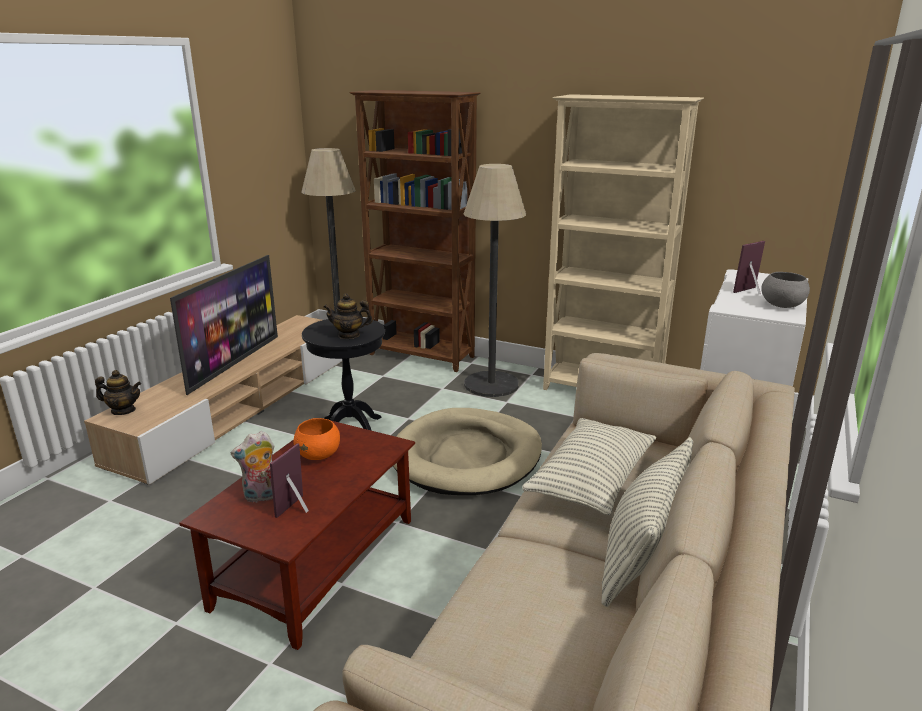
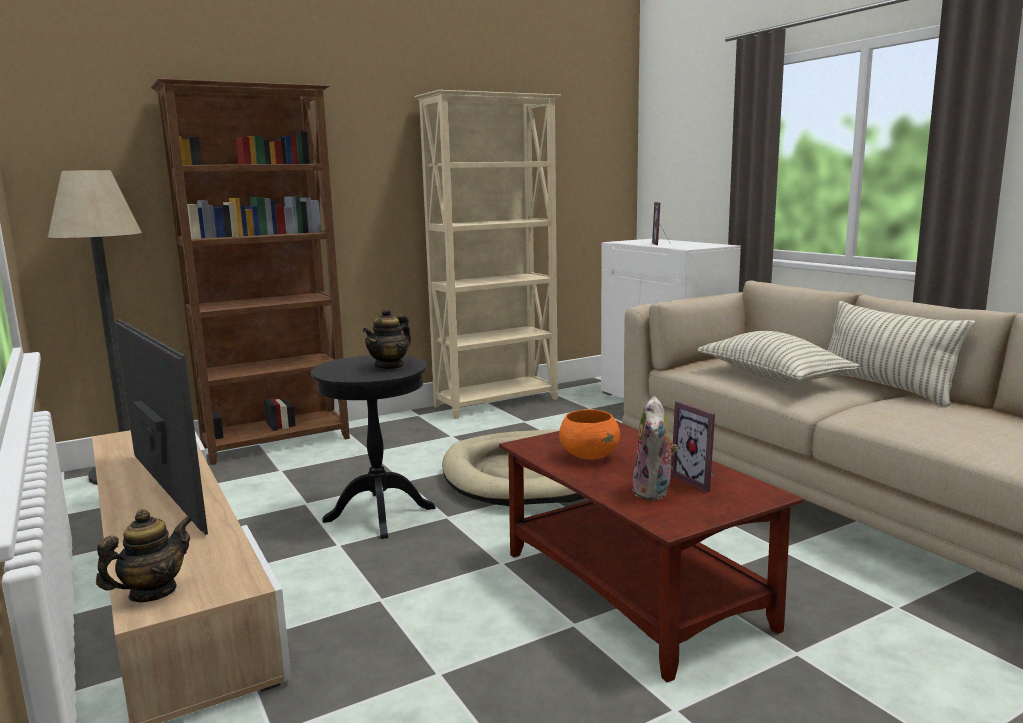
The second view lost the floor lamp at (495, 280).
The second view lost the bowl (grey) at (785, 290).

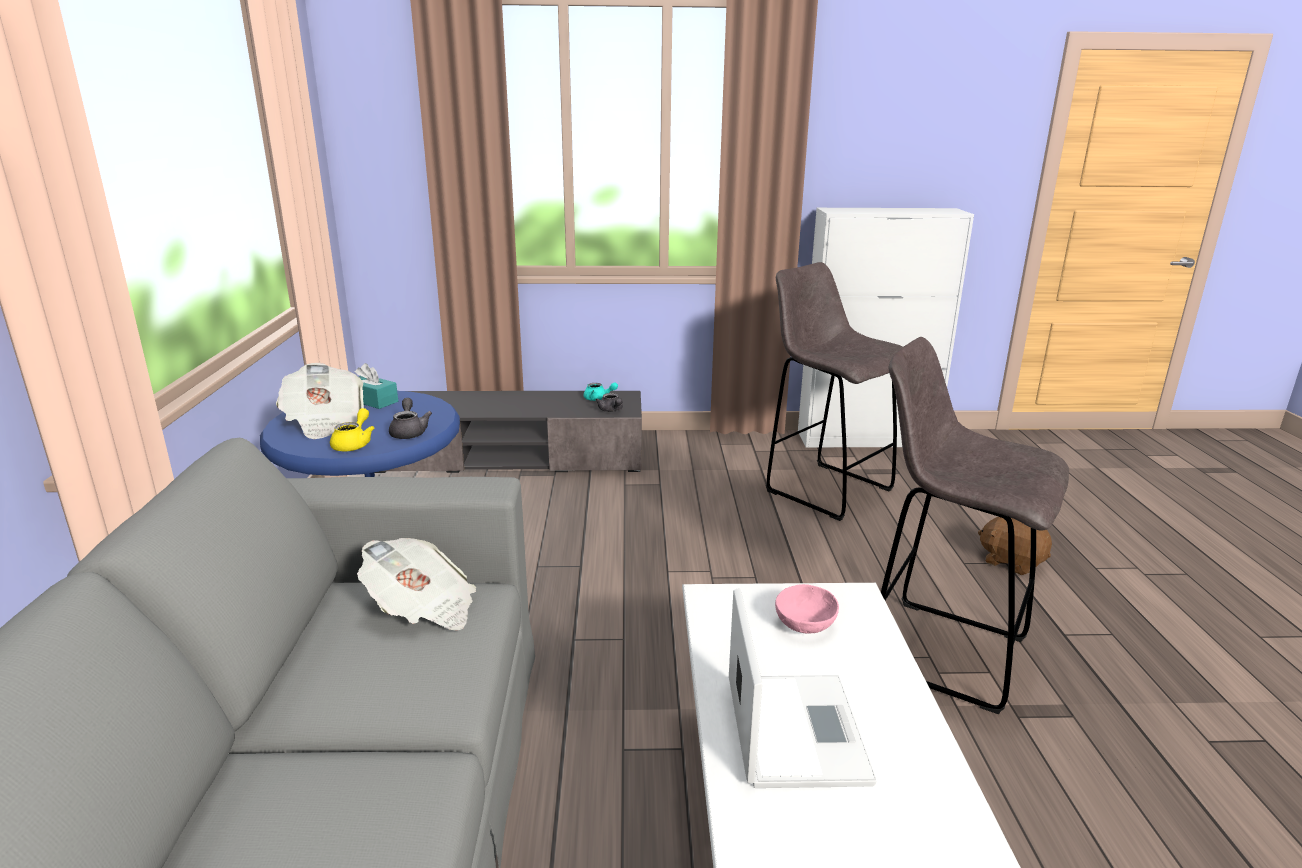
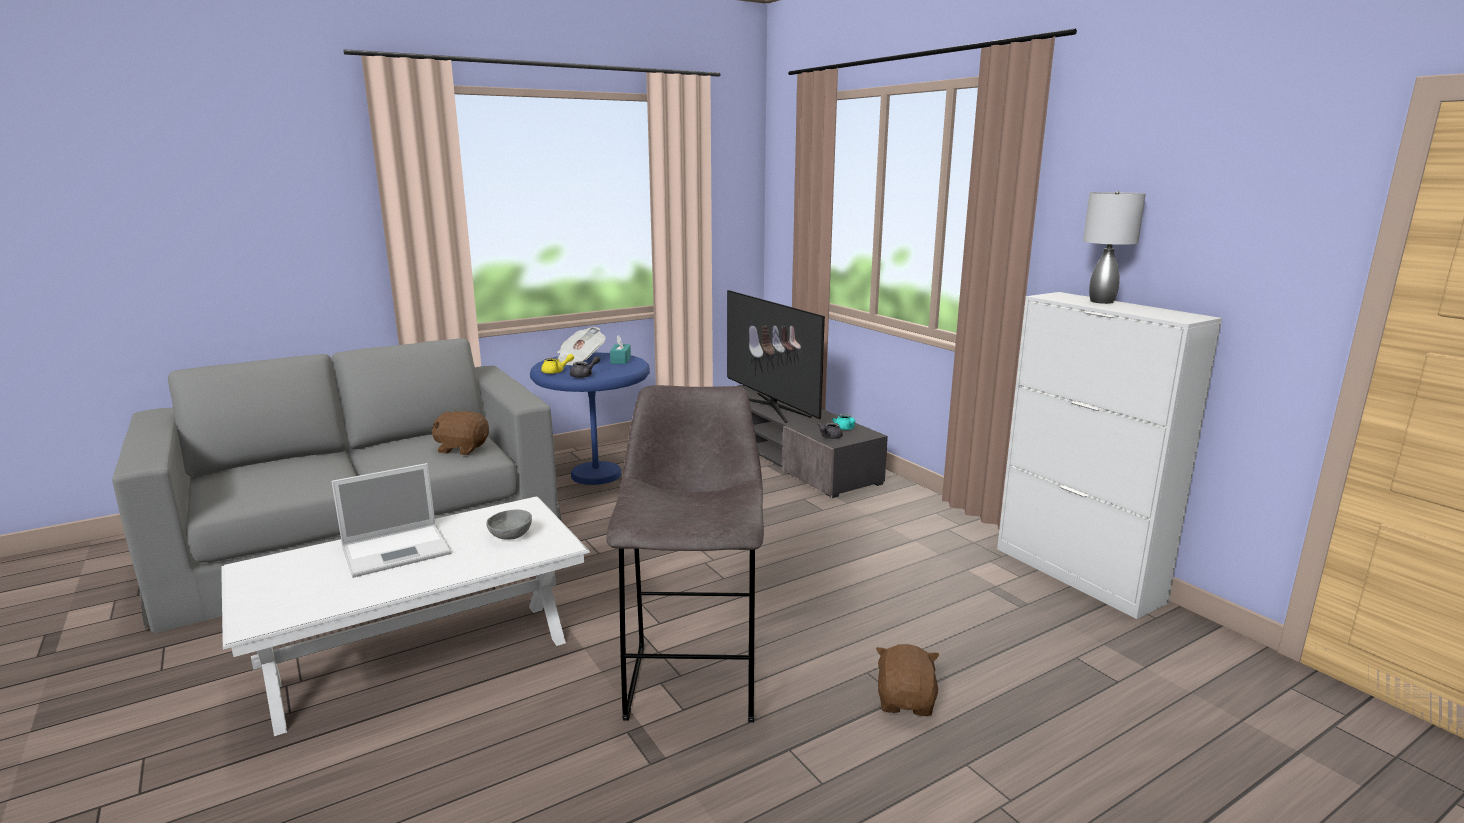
The second view lost the stool (grey) at (834, 391).
The second view gained the television at (776, 356).
The second view gained the table lamp (grey) at (1114, 247).
Where the newspaper stood at (416, 584), the plush toy (brown) came to stand at (460, 433).
What was the bowl (pink) at (807, 608) turned into the bowl (grey) at (509, 525).

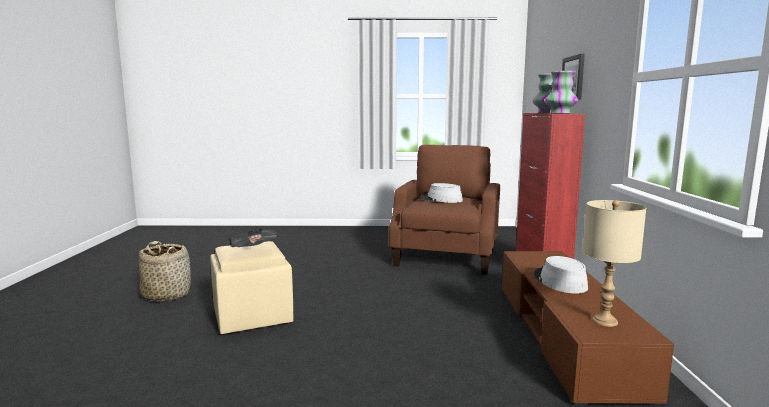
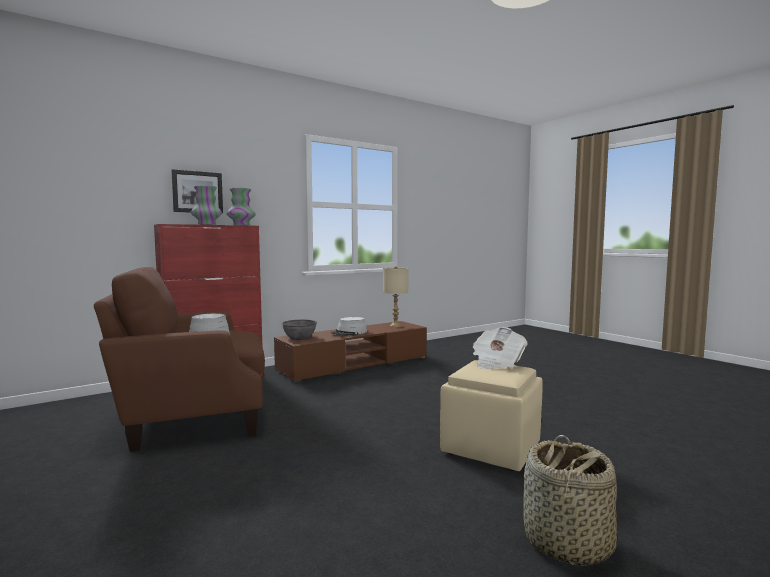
The second view gained the bowl (grey) at (299, 330).

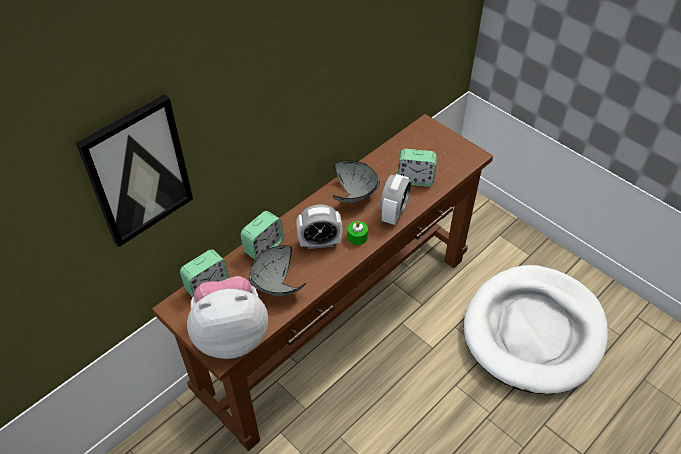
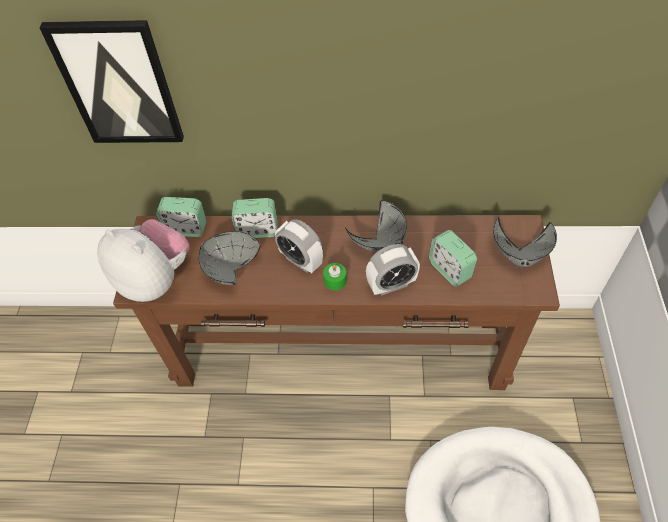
The second view gained the bowl (grey) at (525, 242).

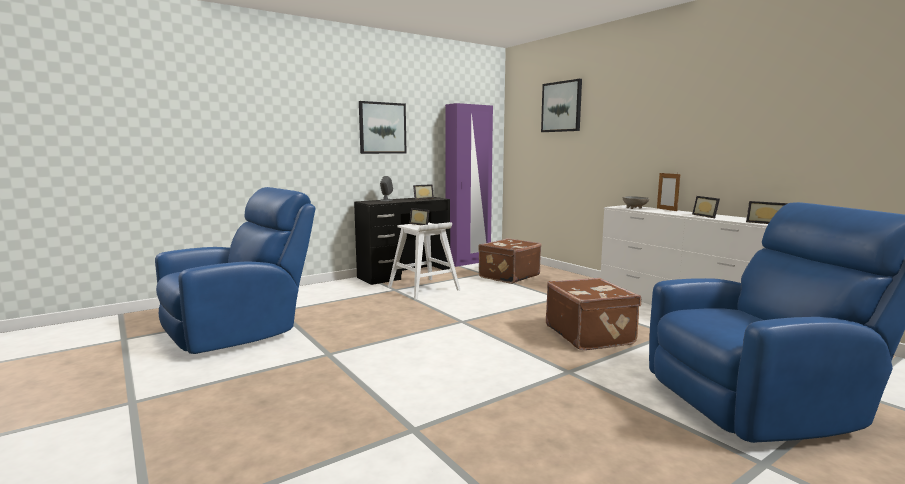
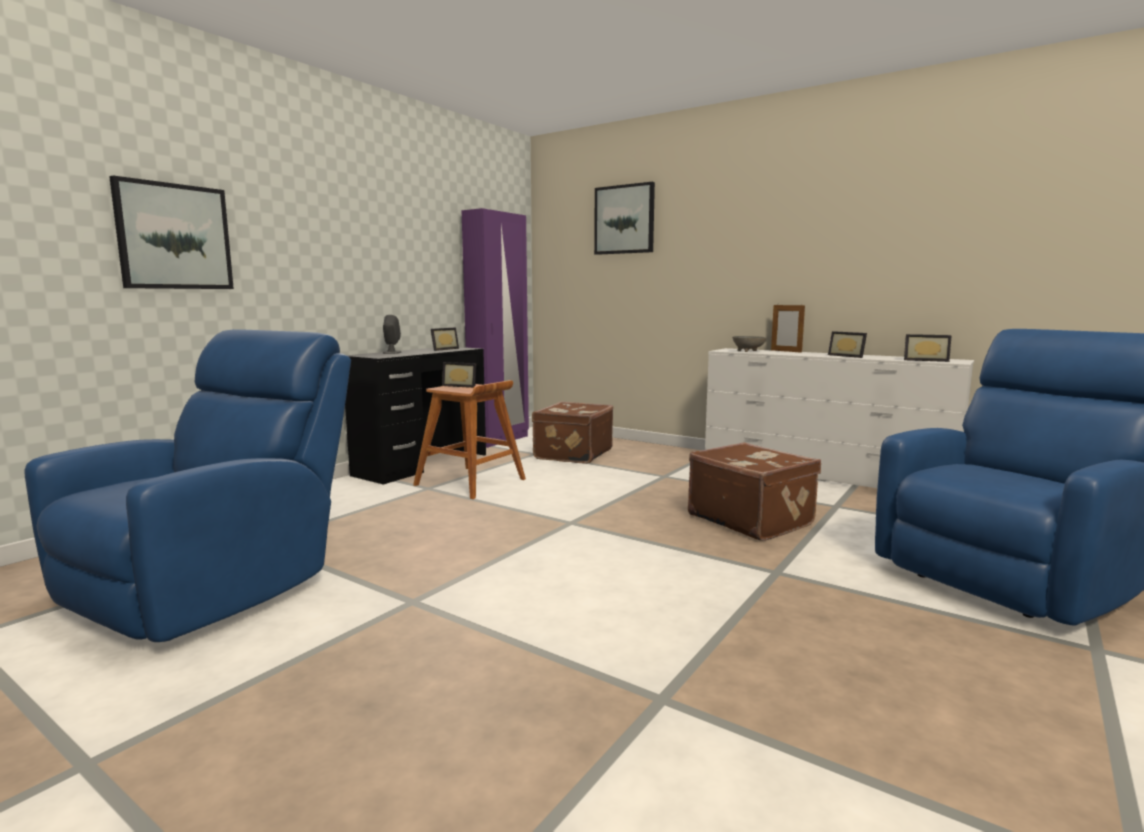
The picture ended up elsewhere, having gone from (382, 127) to (171, 232).
What was the stool (white) at (424, 261) turned into the stool (brown) at (469, 439).

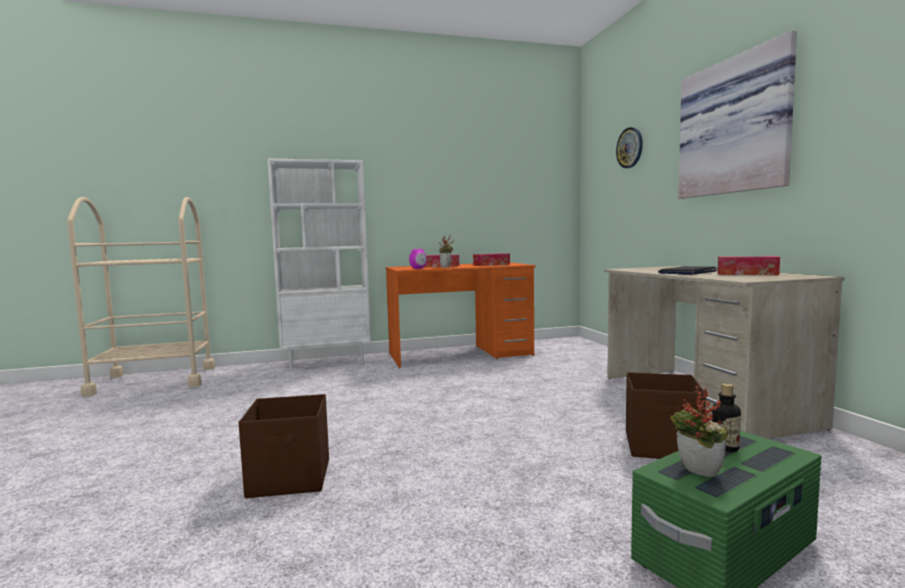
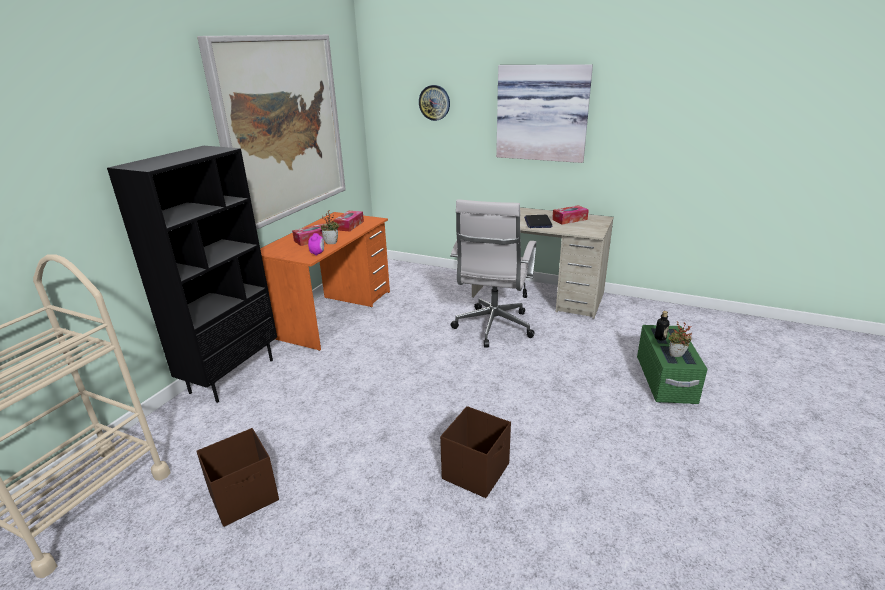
The second view gained the picture at (271, 132).
The second view gained the office chair (white) at (493, 273).
The storage box (brown) ended up elsewhere, having gone from (666, 415) to (237, 477).
What was the bookcase (white) at (319, 264) turned into the bookcase (black) at (192, 274).

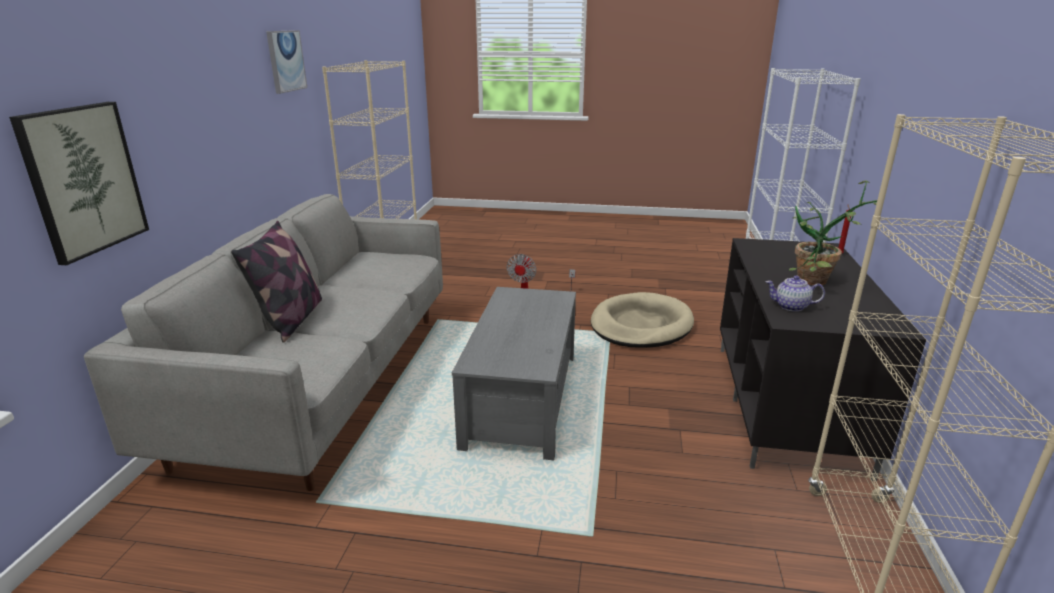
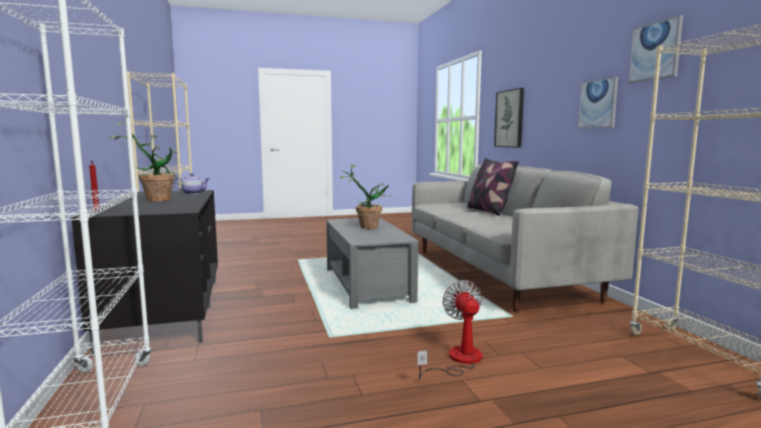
The second view lost the dog bed (beige) at (642, 320).
The second view gained the potted plant at (365, 197).
The second view gained the picture at (598, 103).

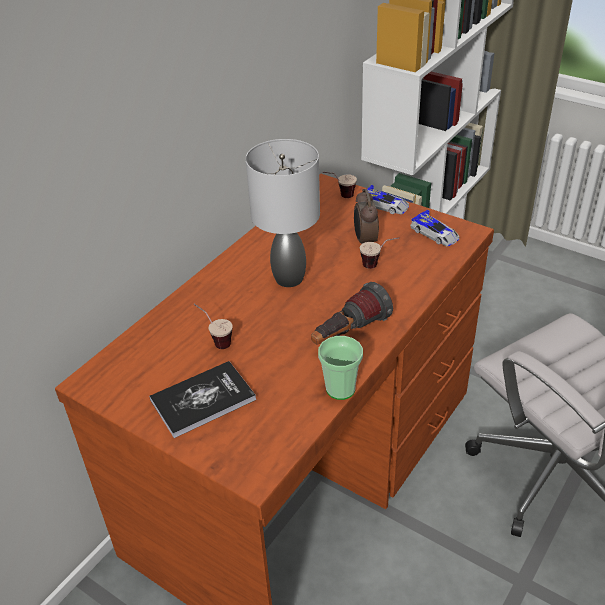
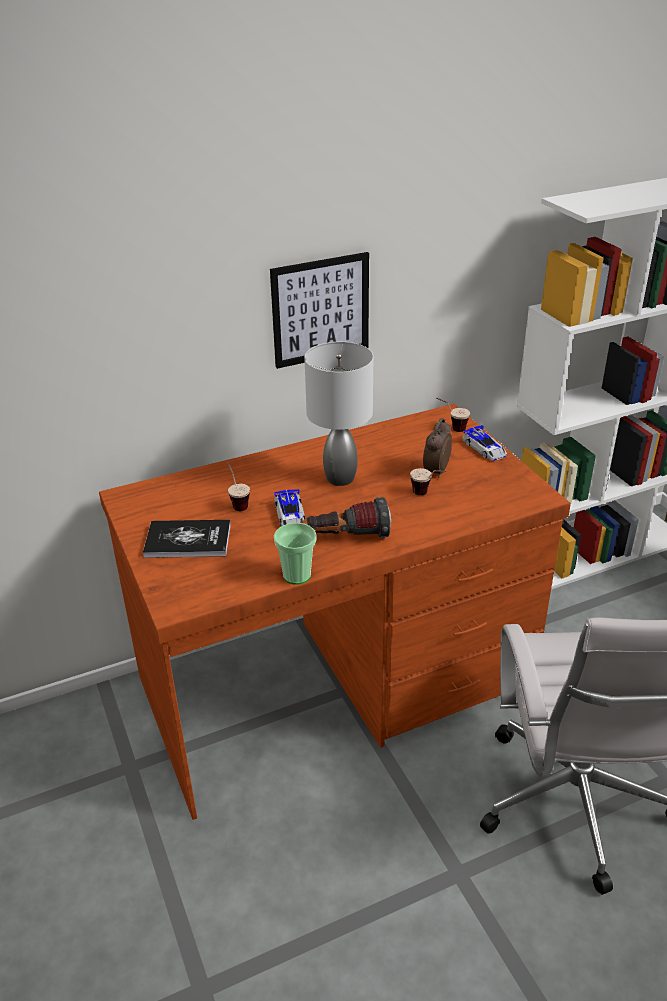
The second view gained the picture at (319, 310).
The toy car ended up elsewhere, having gone from (435, 228) to (289, 507).

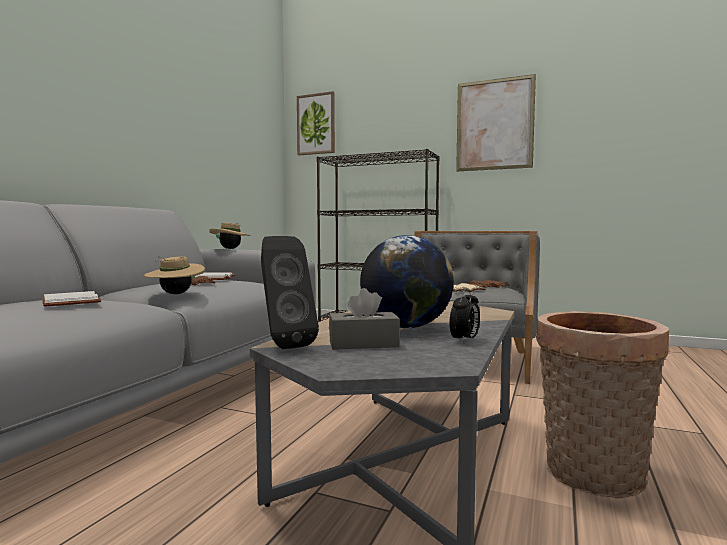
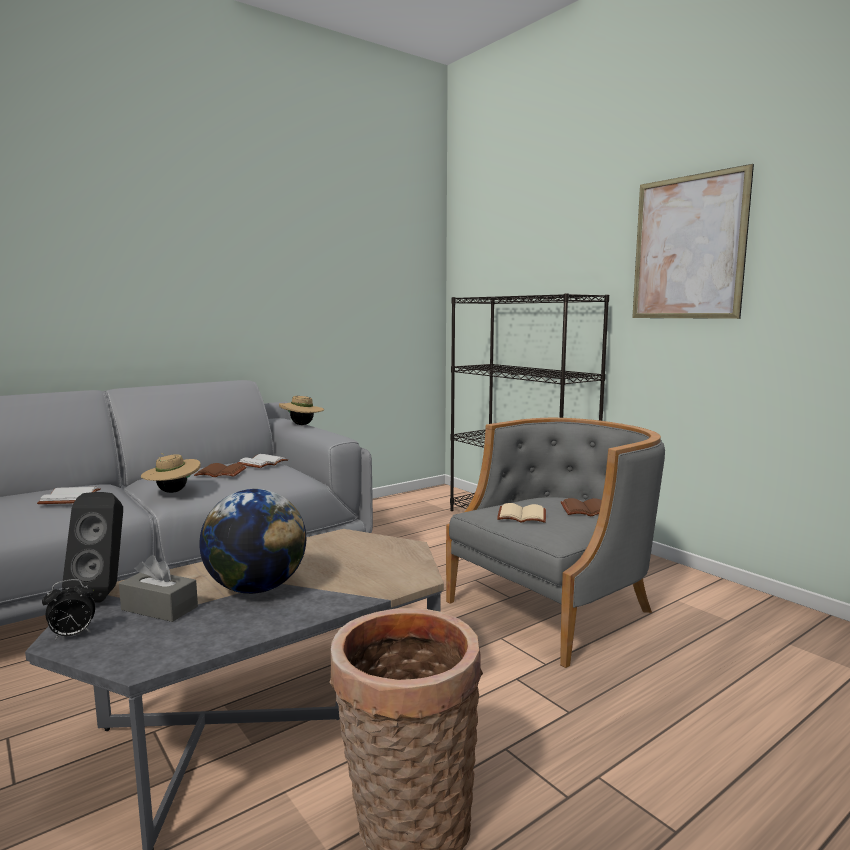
The second view lost the picture at (316, 123).
The alarm clock ended up elsewhere, having gone from (464, 315) to (68, 609).

